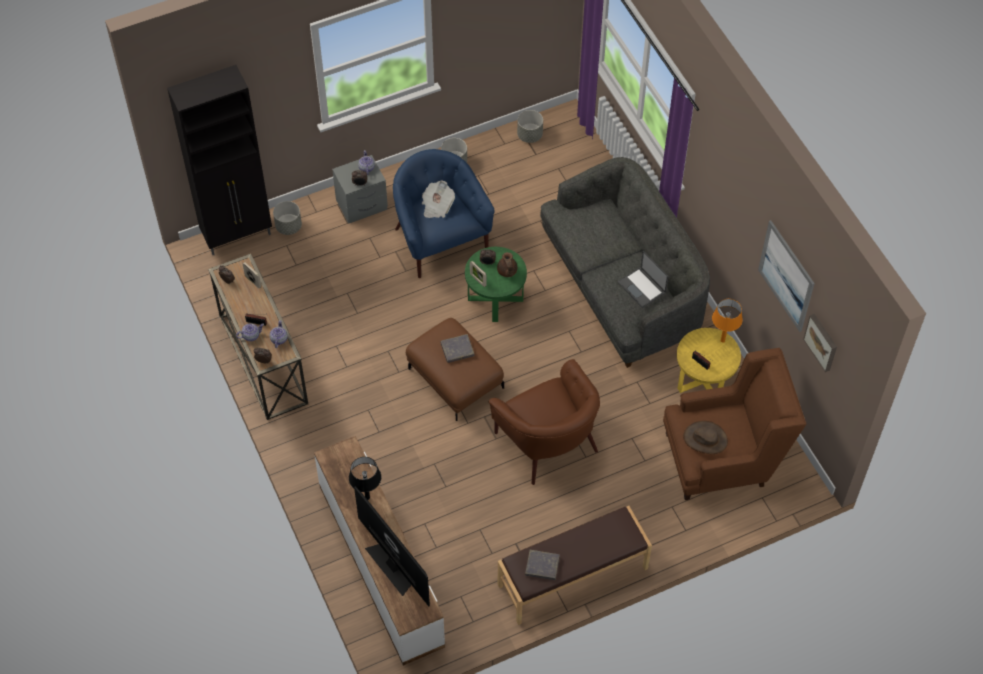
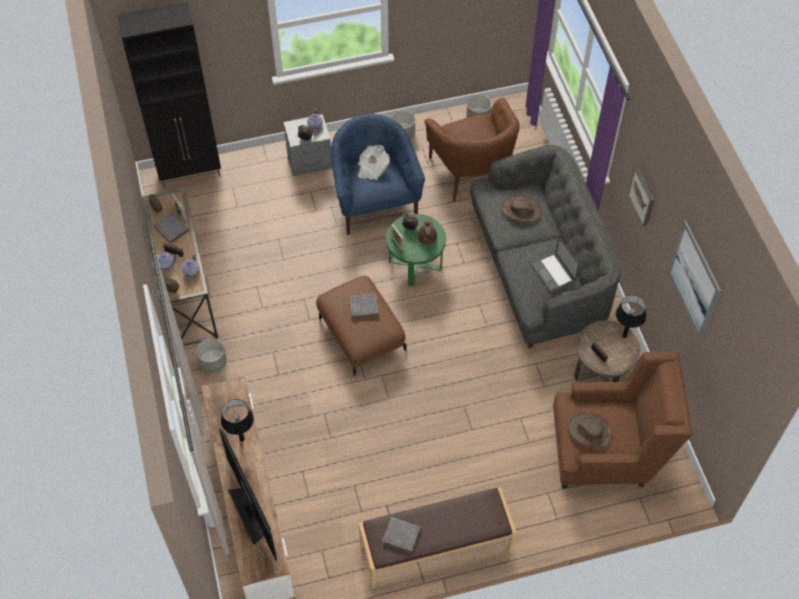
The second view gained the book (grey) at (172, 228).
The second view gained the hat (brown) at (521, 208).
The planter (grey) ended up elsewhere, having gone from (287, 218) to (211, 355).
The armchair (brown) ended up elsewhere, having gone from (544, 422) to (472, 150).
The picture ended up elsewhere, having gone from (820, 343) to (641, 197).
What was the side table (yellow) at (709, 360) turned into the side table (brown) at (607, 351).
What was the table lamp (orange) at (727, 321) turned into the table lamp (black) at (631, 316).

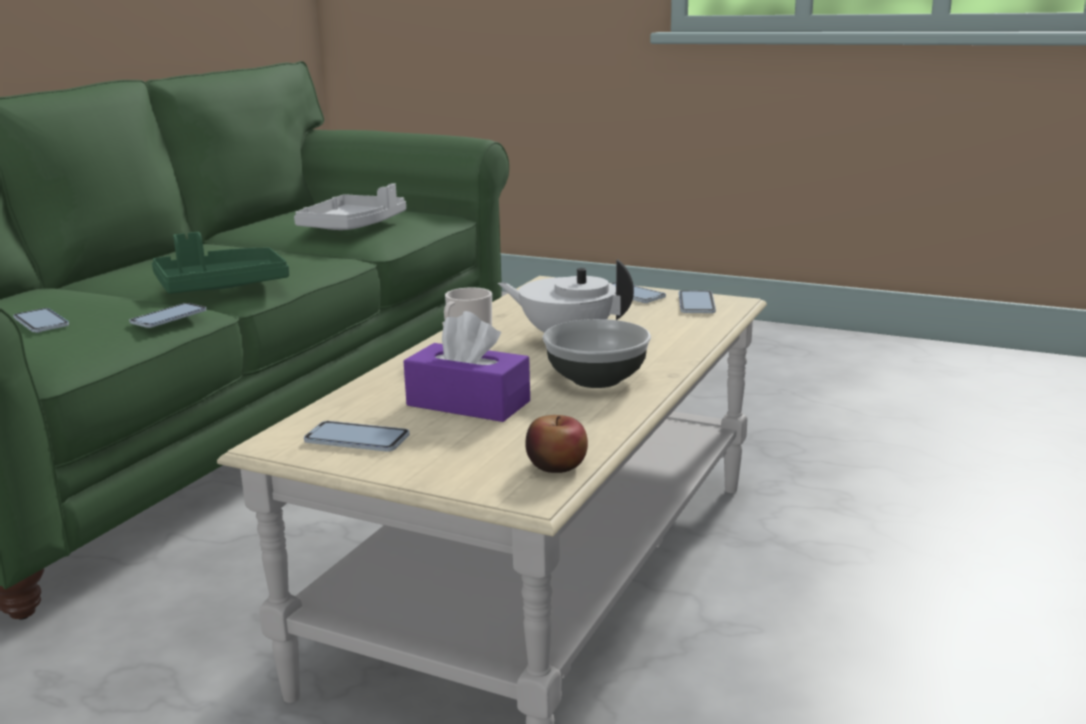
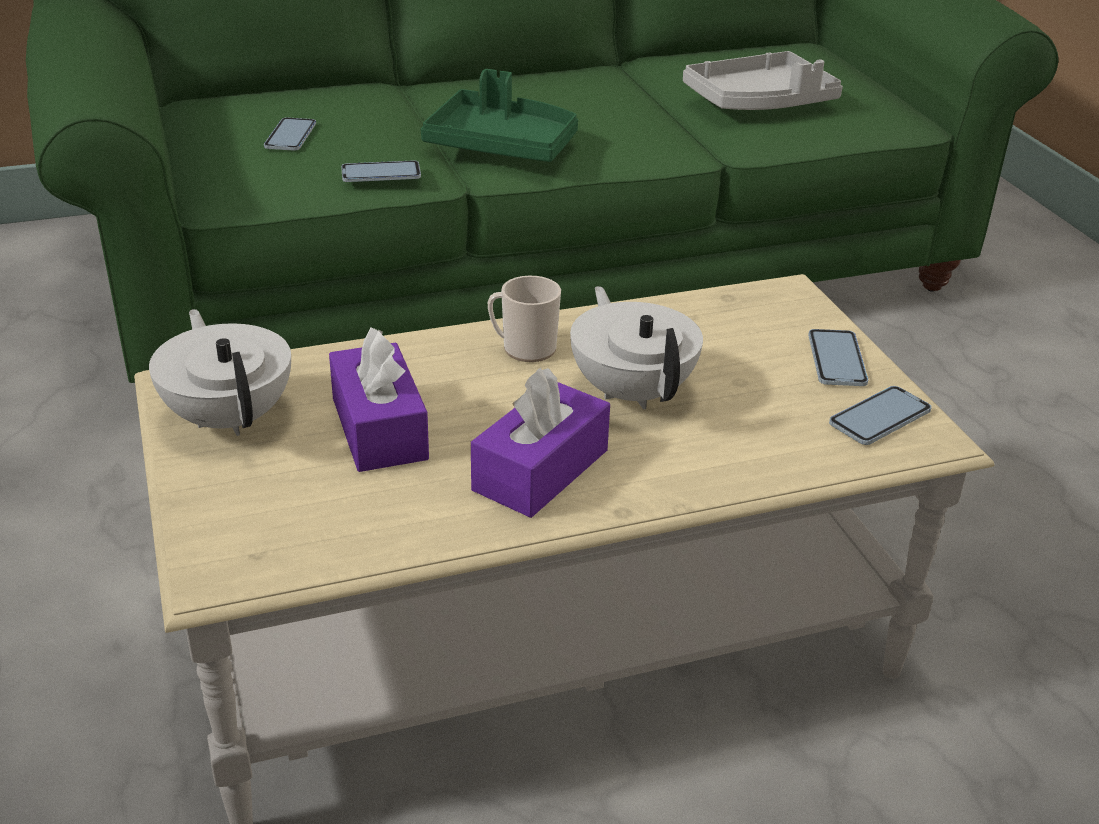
The second view lost the apple at (556, 444).
Where the phone stood at (357, 436), the teapot (white) came to stand at (220, 372).
Where the bowl stood at (596, 353), the tissue box (purple) came to stand at (540, 442).

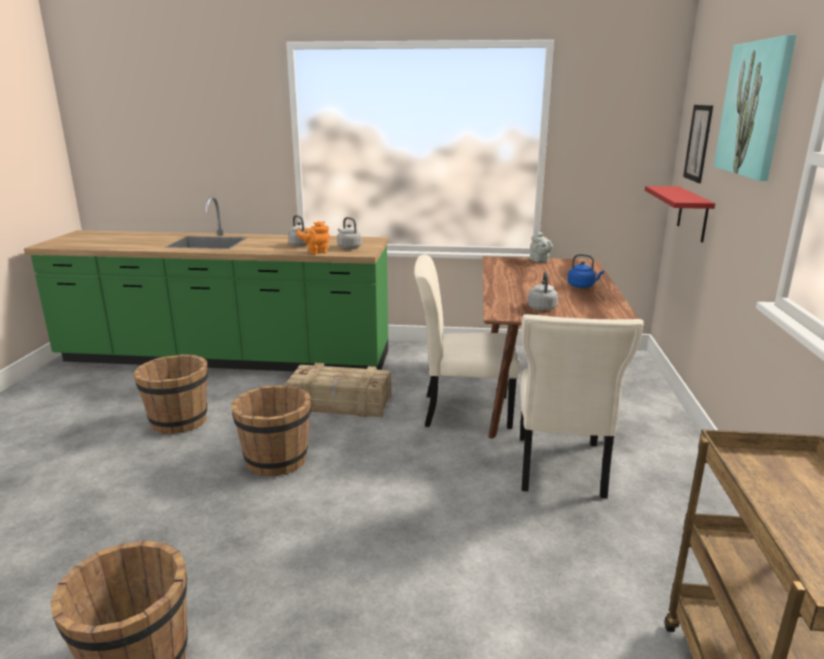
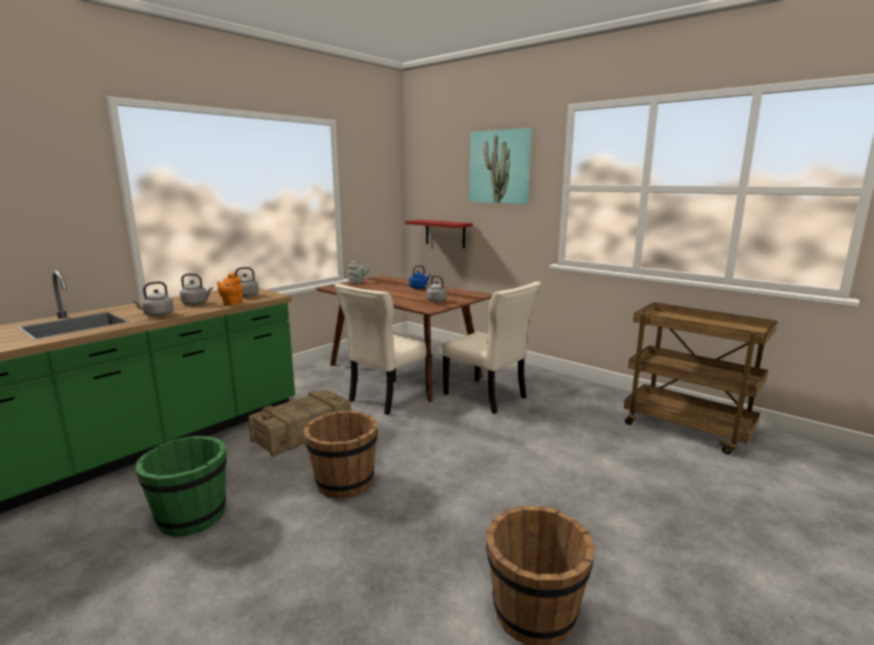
The second view lost the picture at (698, 144).
The second view gained the kettle (grey) at (153, 299).
What was the bucket (brown) at (171, 394) turned into the bucket (green) at (181, 486).

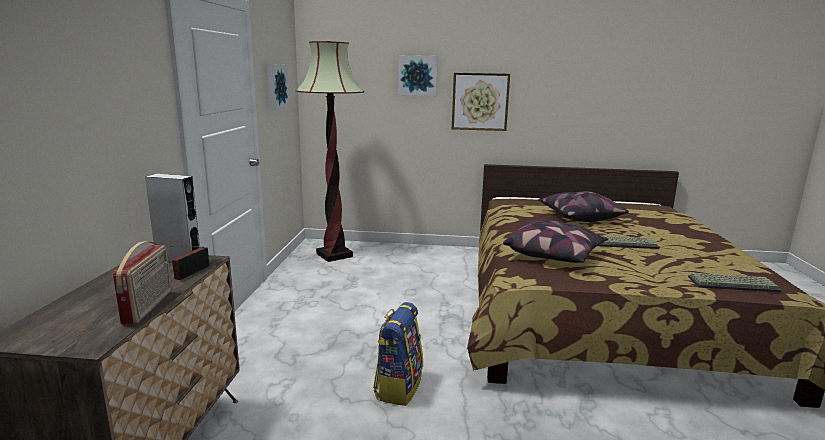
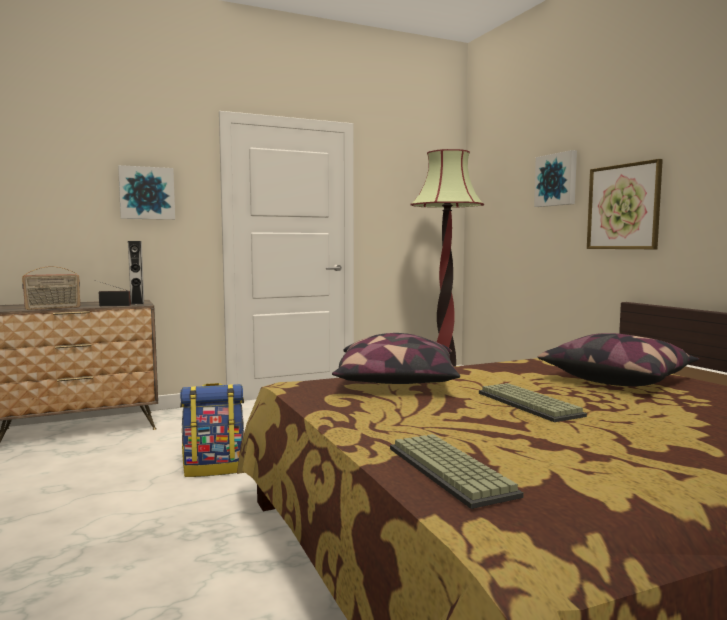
The picture ended up elsewhere, having gone from (278, 87) to (146, 192).

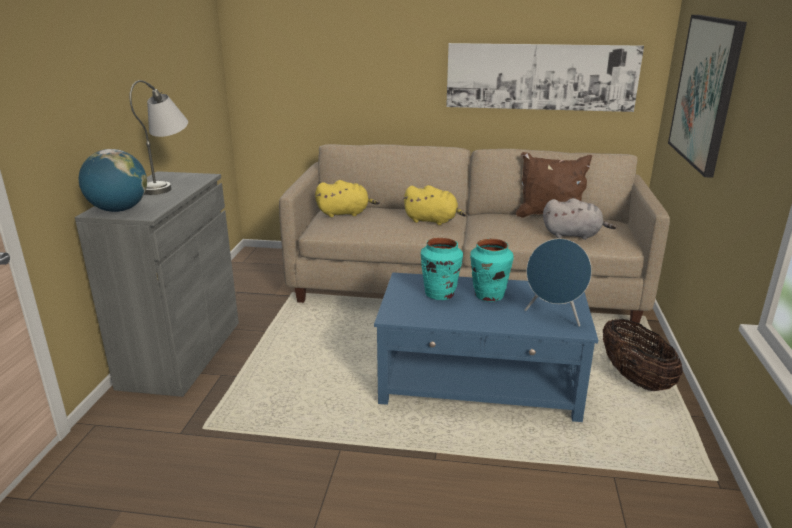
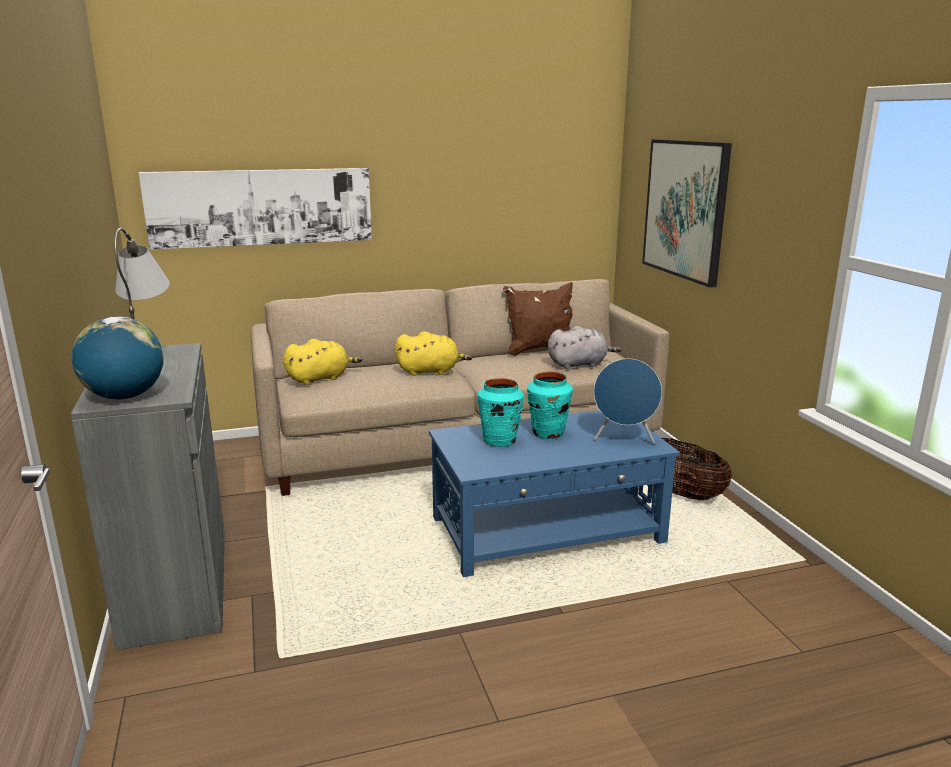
The picture ended up elsewhere, having gone from (545, 77) to (255, 209).

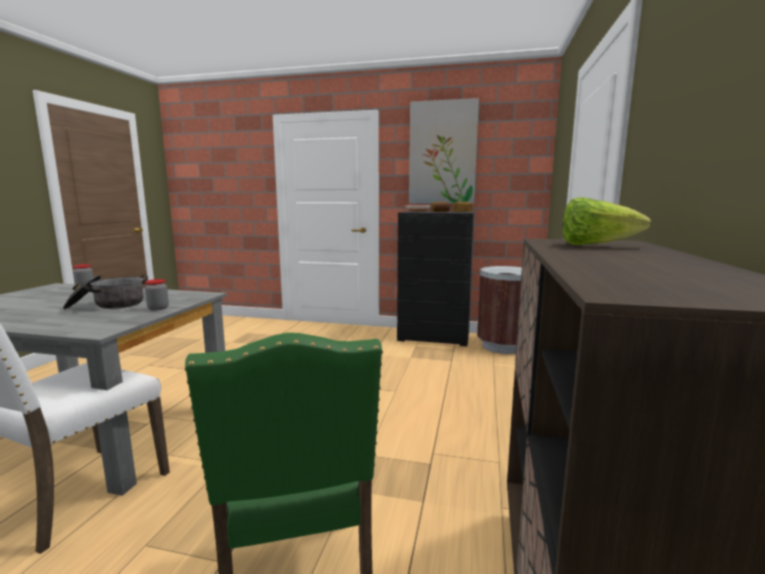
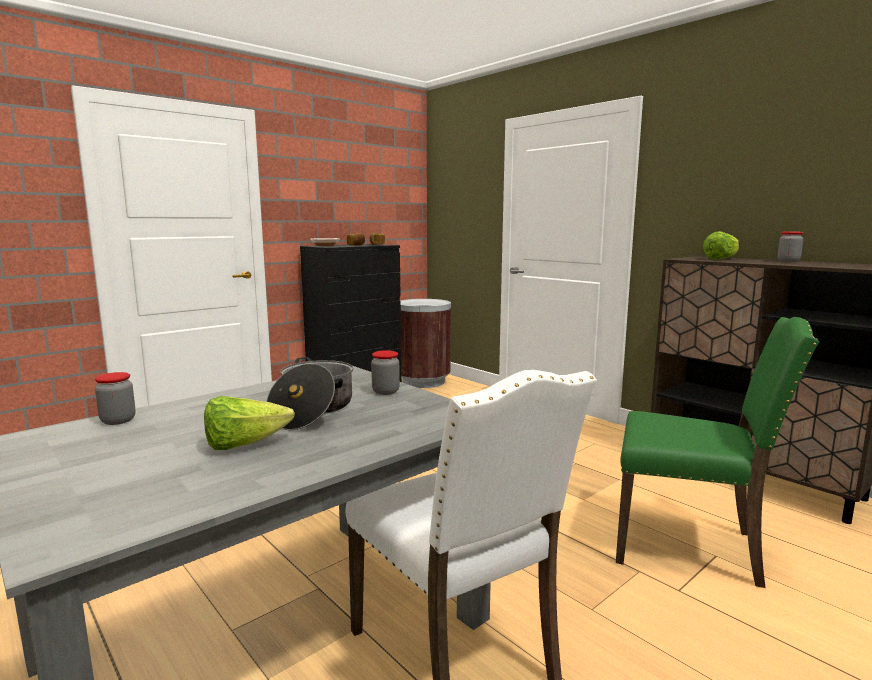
The second view lost the picture at (444, 151).
The second view gained the lettuce at (249, 423).
The second view gained the jar at (790, 246).

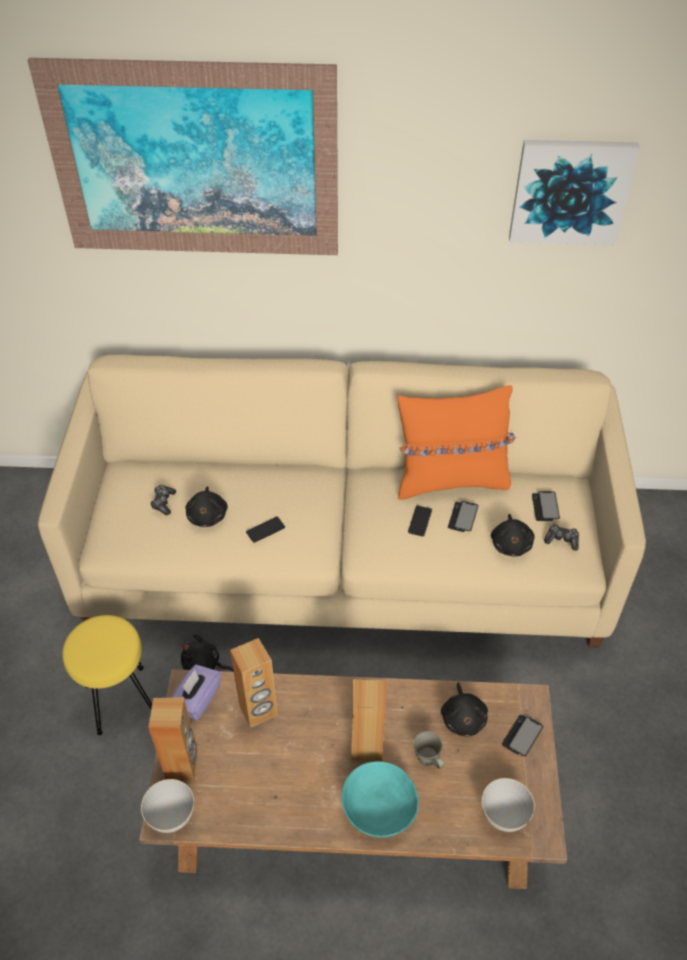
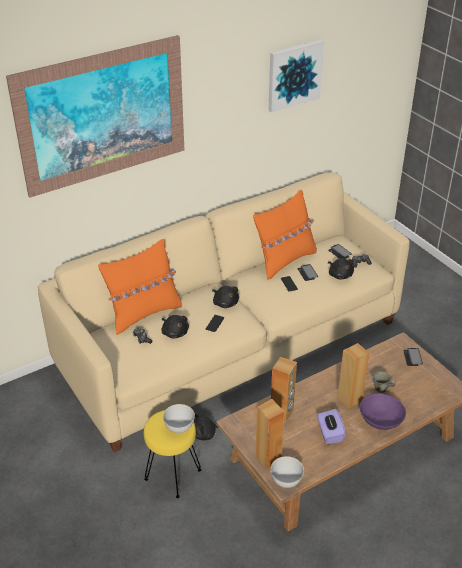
The second view gained the pillow (orange) at (140, 287).
The tissue box (purple) ended up elsewhere, having gone from (196, 693) to (331, 426).
The plush toy (black) ended up elsewhere, having gone from (464, 710) to (225, 297).
The bowl (grey) ended up elsewhere, having gone from (508, 805) to (179, 418).
What was the bowl (turquoise) at (380, 799) turned into the bowl (purple) at (383, 411).

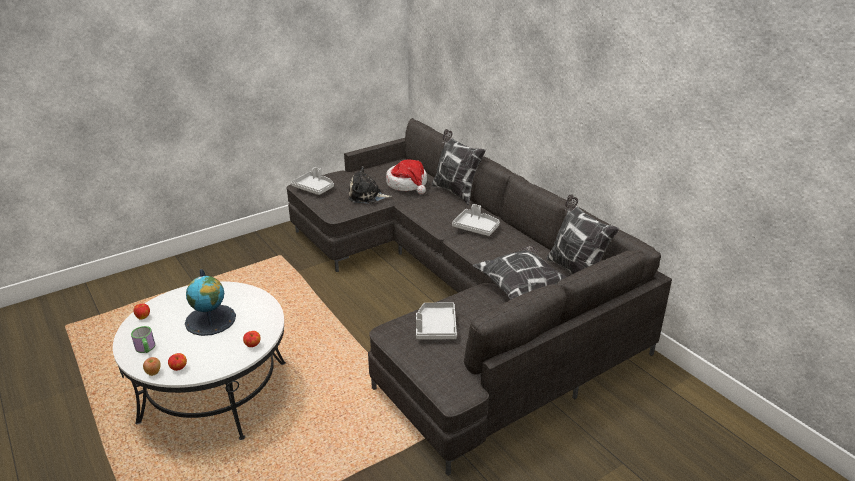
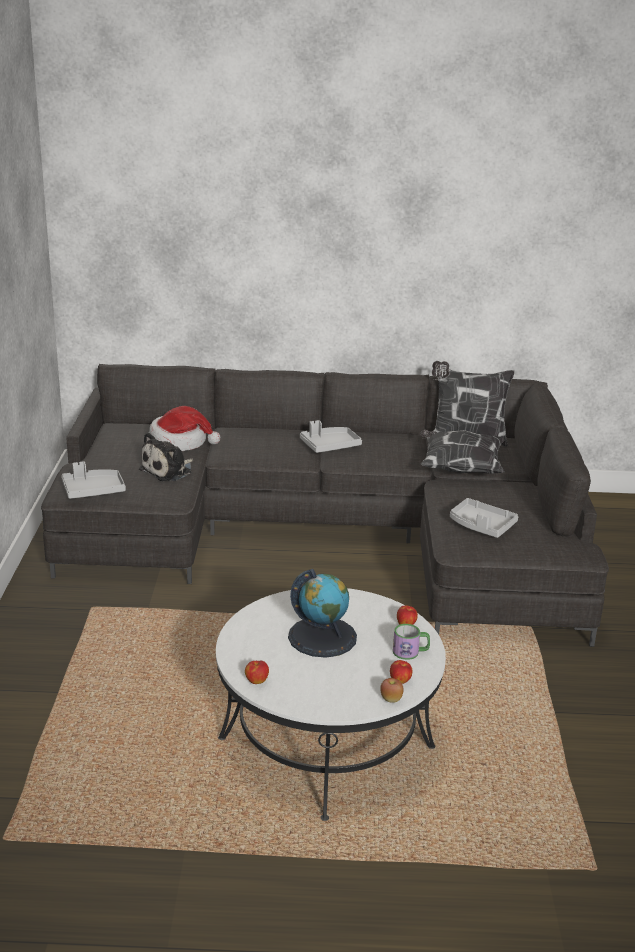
The second view lost the pillow at (458, 167).
The mug ended up elsewhere, having gone from (143, 339) to (411, 642).

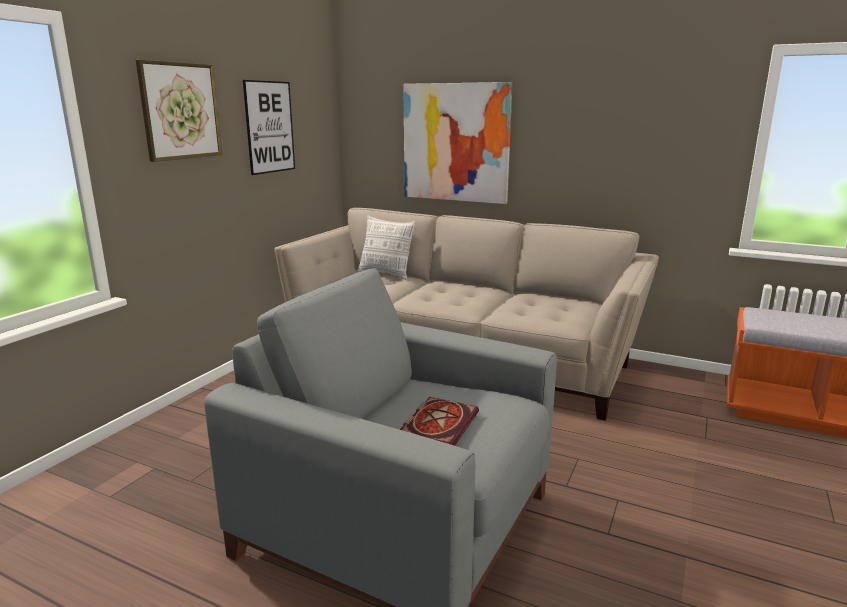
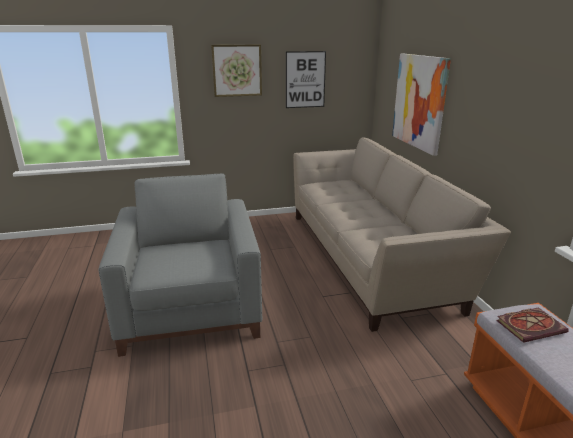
The second view lost the pillow at (387, 247).
The book ended up elsewhere, having gone from (439, 421) to (532, 325).

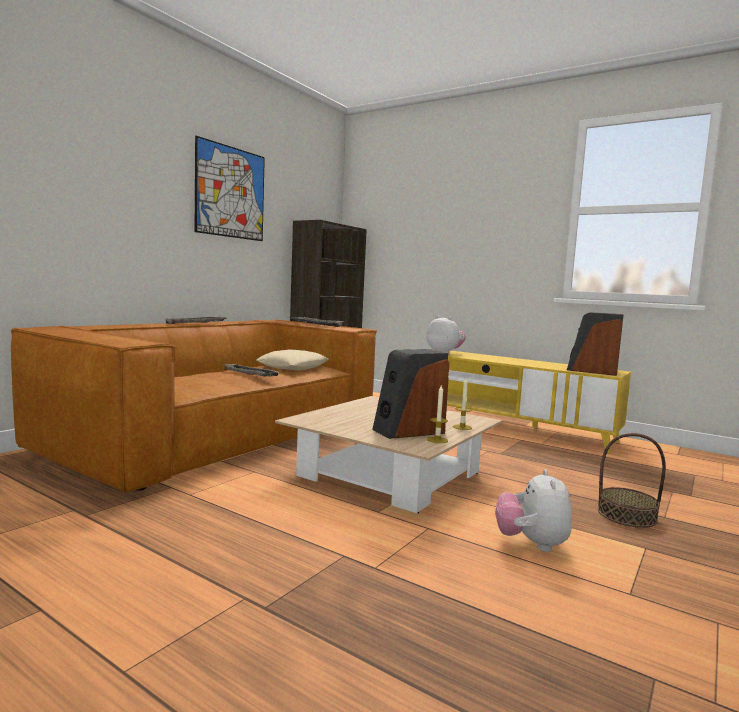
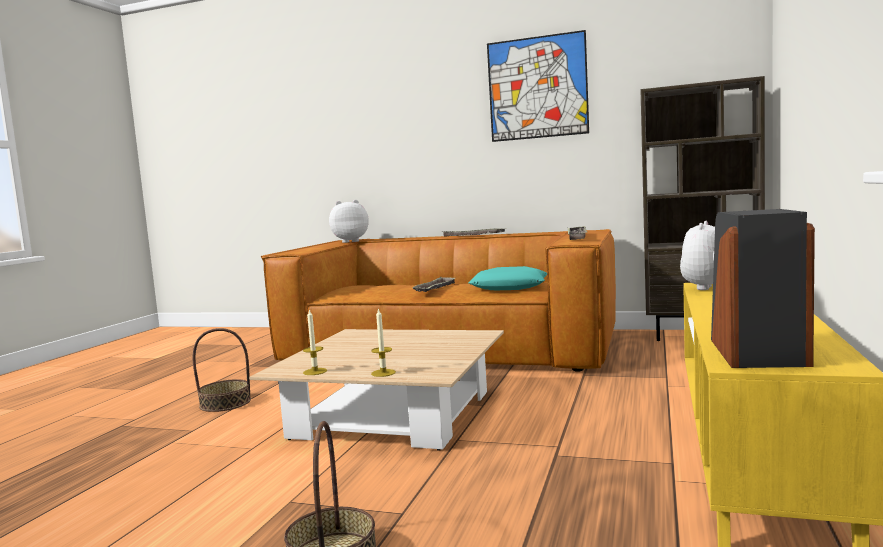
The second view lost the speaker at (410, 394).
The second view gained the basket at (222, 370).
The plush toy ended up elsewhere, having gone from (533, 510) to (349, 221).
What was the pillow (beige) at (292, 359) turned into the pillow (turquoise) at (507, 278).

